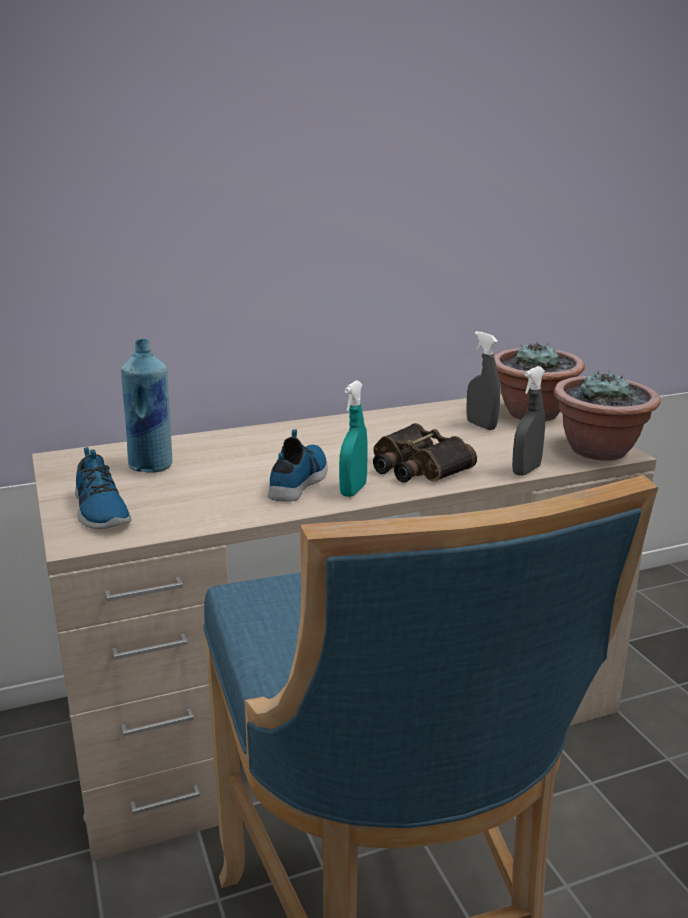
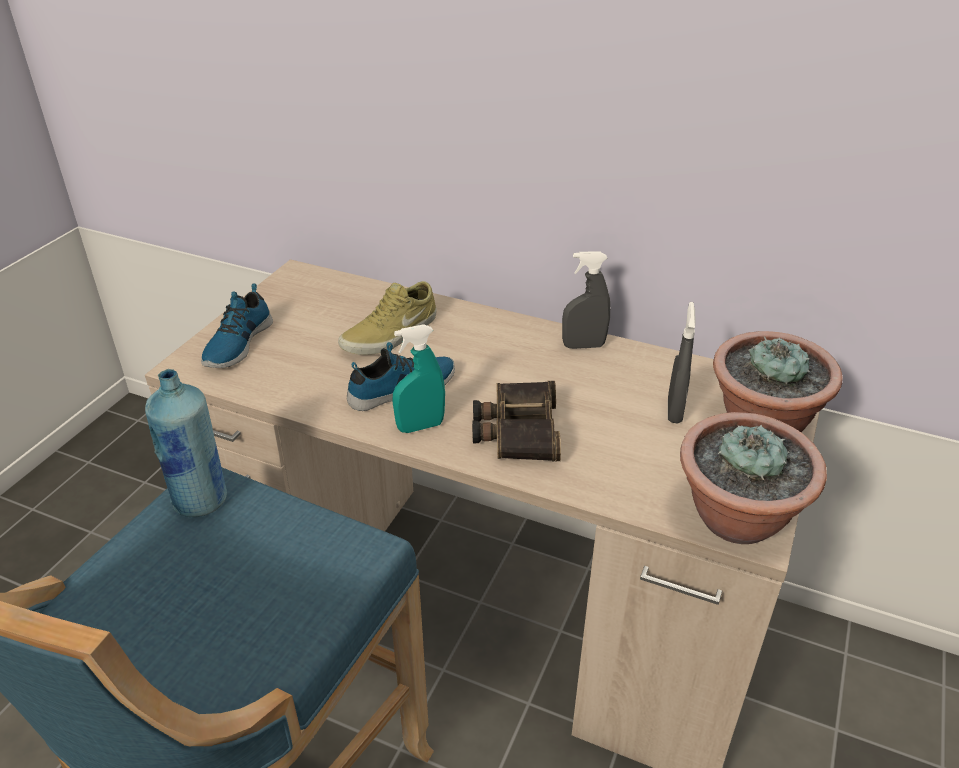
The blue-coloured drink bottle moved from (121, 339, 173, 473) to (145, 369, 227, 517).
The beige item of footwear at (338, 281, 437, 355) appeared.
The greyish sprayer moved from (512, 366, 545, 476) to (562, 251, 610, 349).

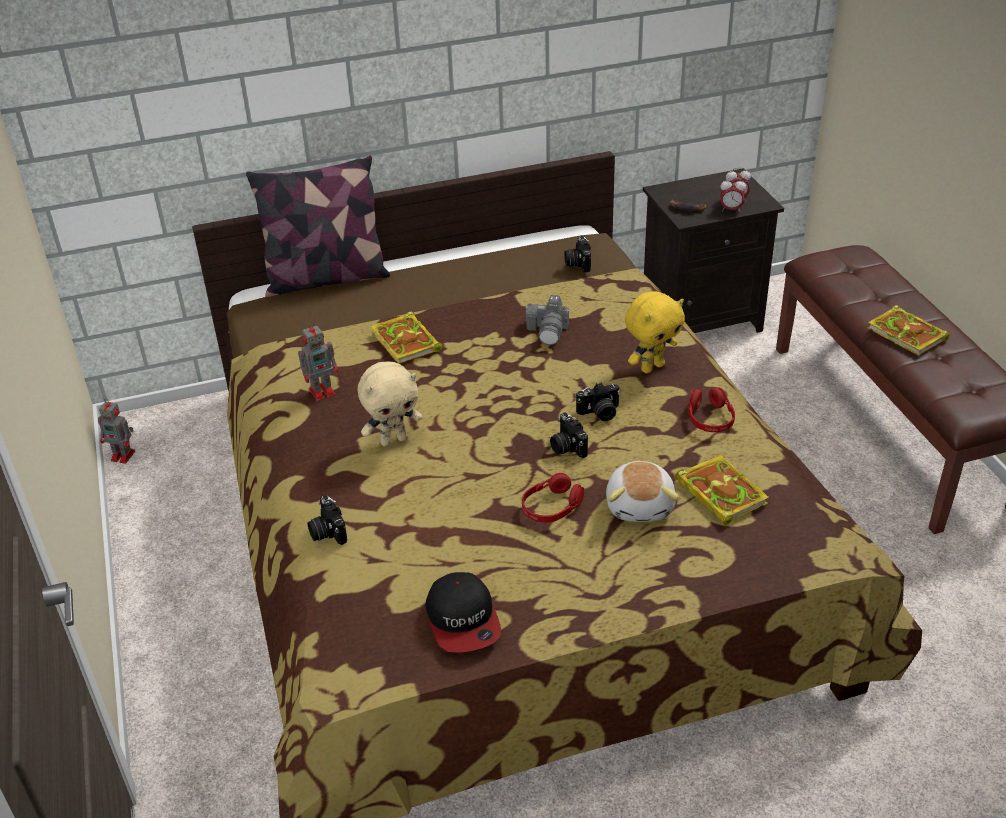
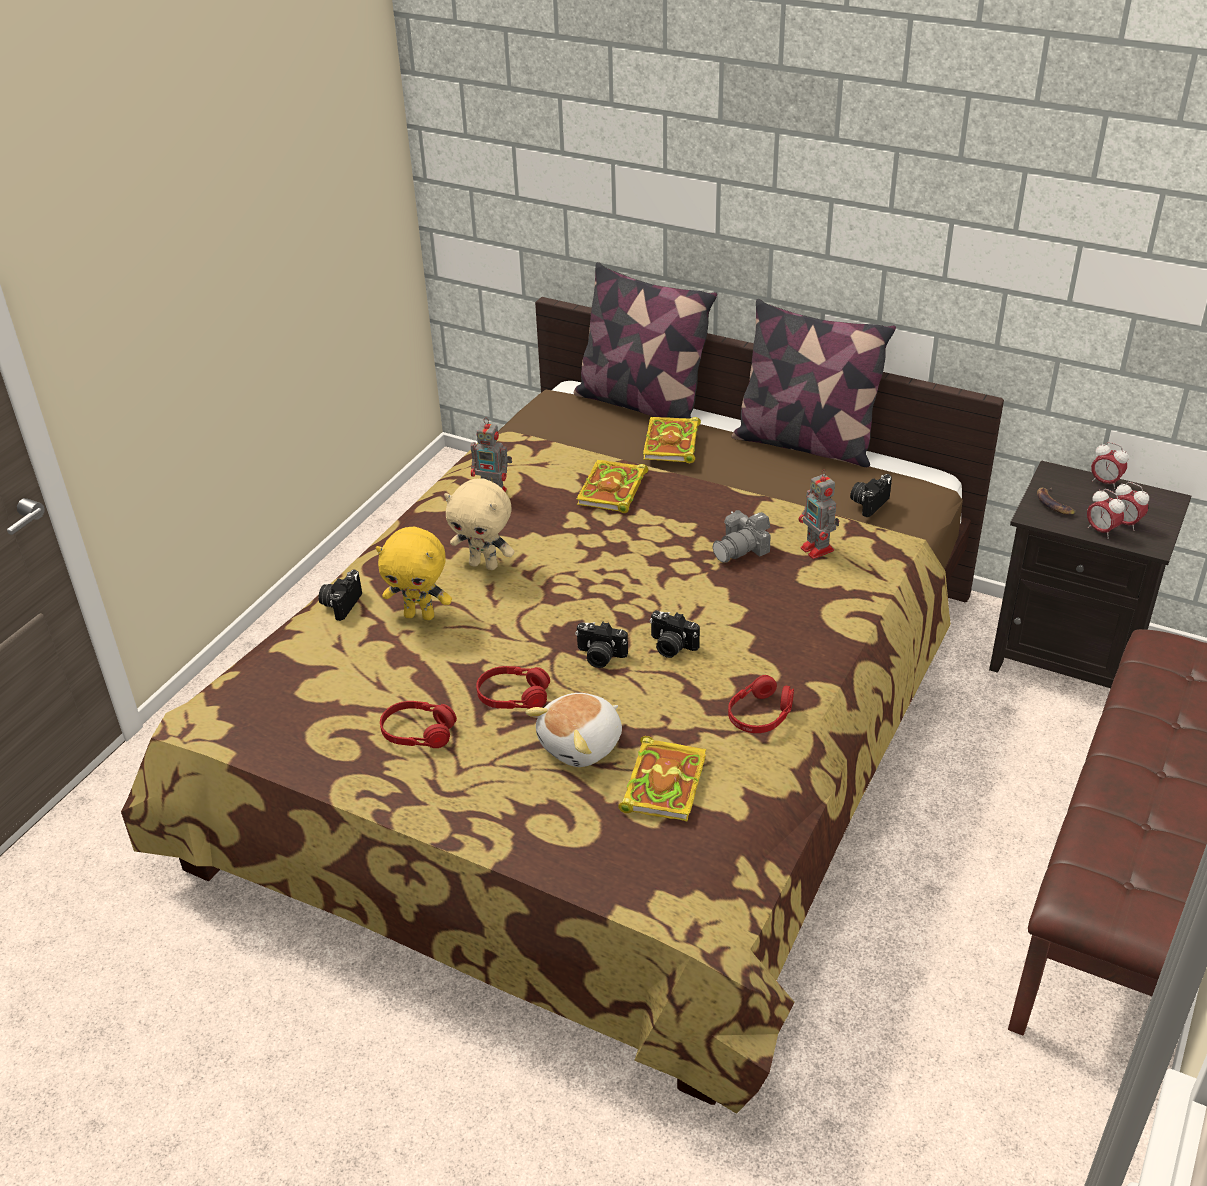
The yellow-coloured soft toy moved from (625, 291, 685, 373) to (376, 527, 452, 620).
The red-coloured pair of headphones at (380, 701, 457, 748) appeared.
The photo camera at (550, 413, 588, 458) turned 90 degrees counterclockwise.
The volume moved from (867, 305, 950, 356) to (643, 417, 701, 463).
The cushion at (732, 299, 896, 467) appeared.
The toy robot moved from (98, 398, 135, 464) to (798, 469, 839, 559).
The table clock at (1091, 442, 1129, 489) appeared.
The cap at (426, 572, 501, 653) disappeared.

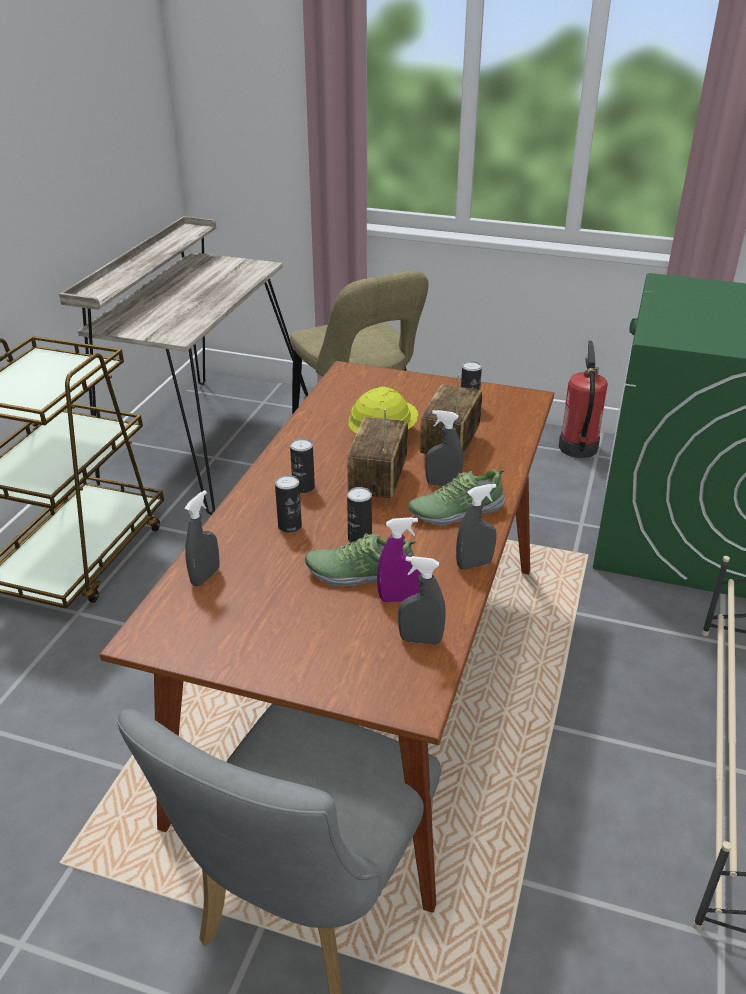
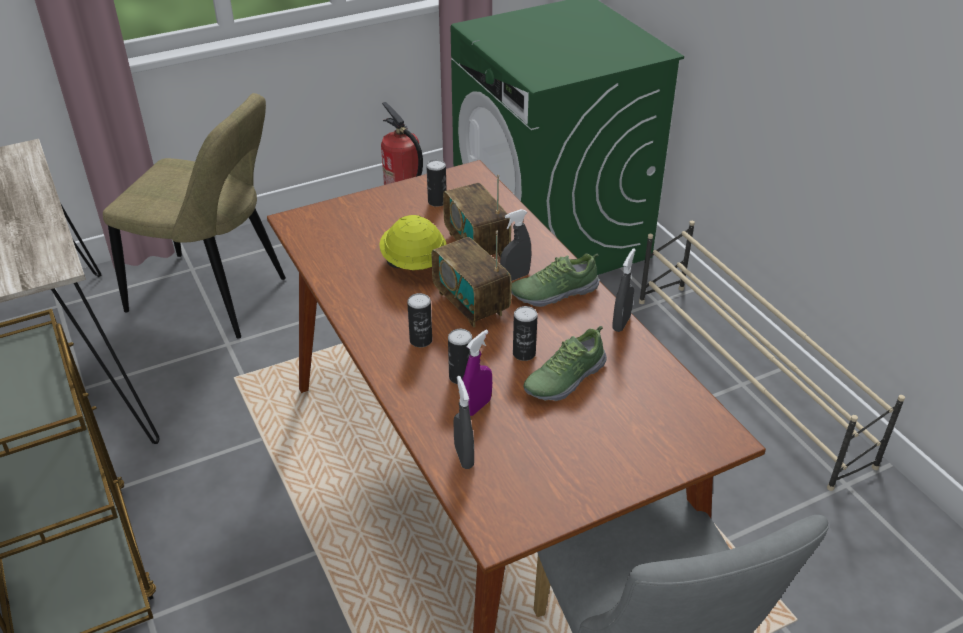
The purple-coloured sprayer moved from (377, 517, 422, 602) to (463, 329, 492, 416).
The item of footwear at (408, 469, 505, 526) turned 45 degrees clockwise.
The greyish sprayer at (398, 556, 445, 645) disappeared.

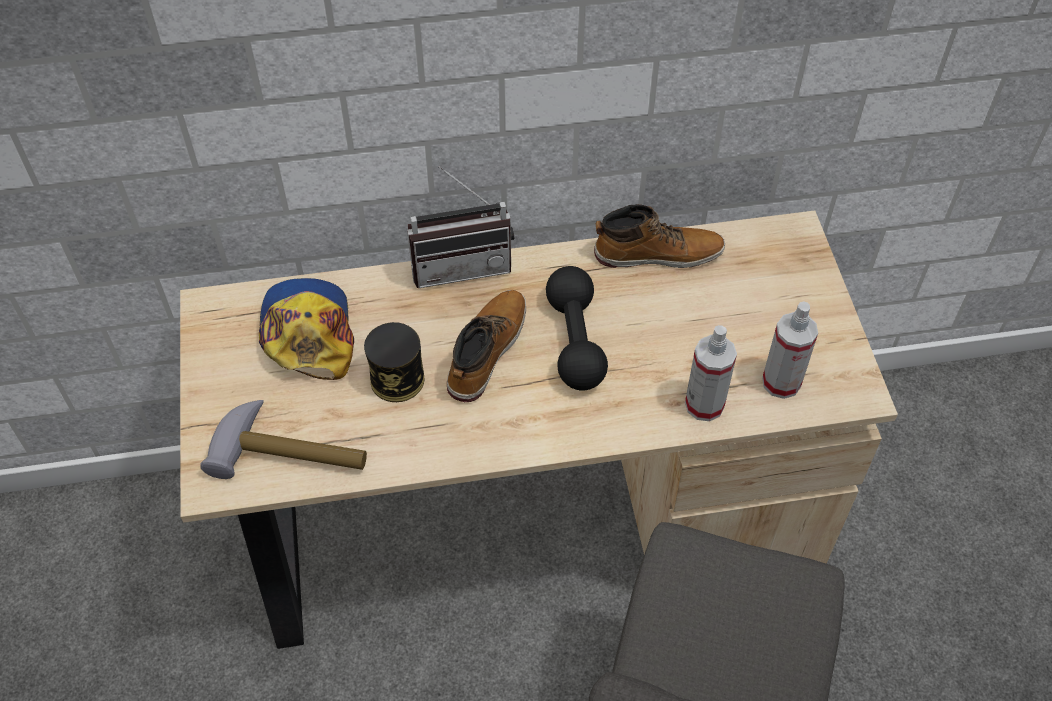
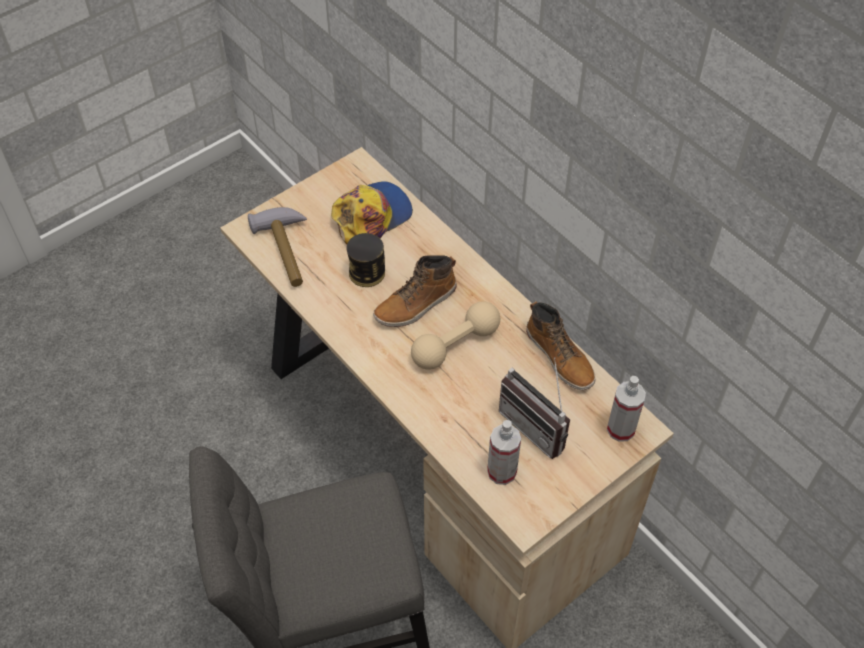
The high-top boot at (447, 290, 526, 402) turned 150 degrees clockwise.
The black-coloured dumbbell at (546, 266, 608, 390) became the beige dumbbell at (411, 301, 500, 370).
The radio receiver moved from (407, 166, 514, 288) to (499, 357, 570, 459).
The sprayer moved from (685, 325, 737, 421) to (607, 376, 646, 442).

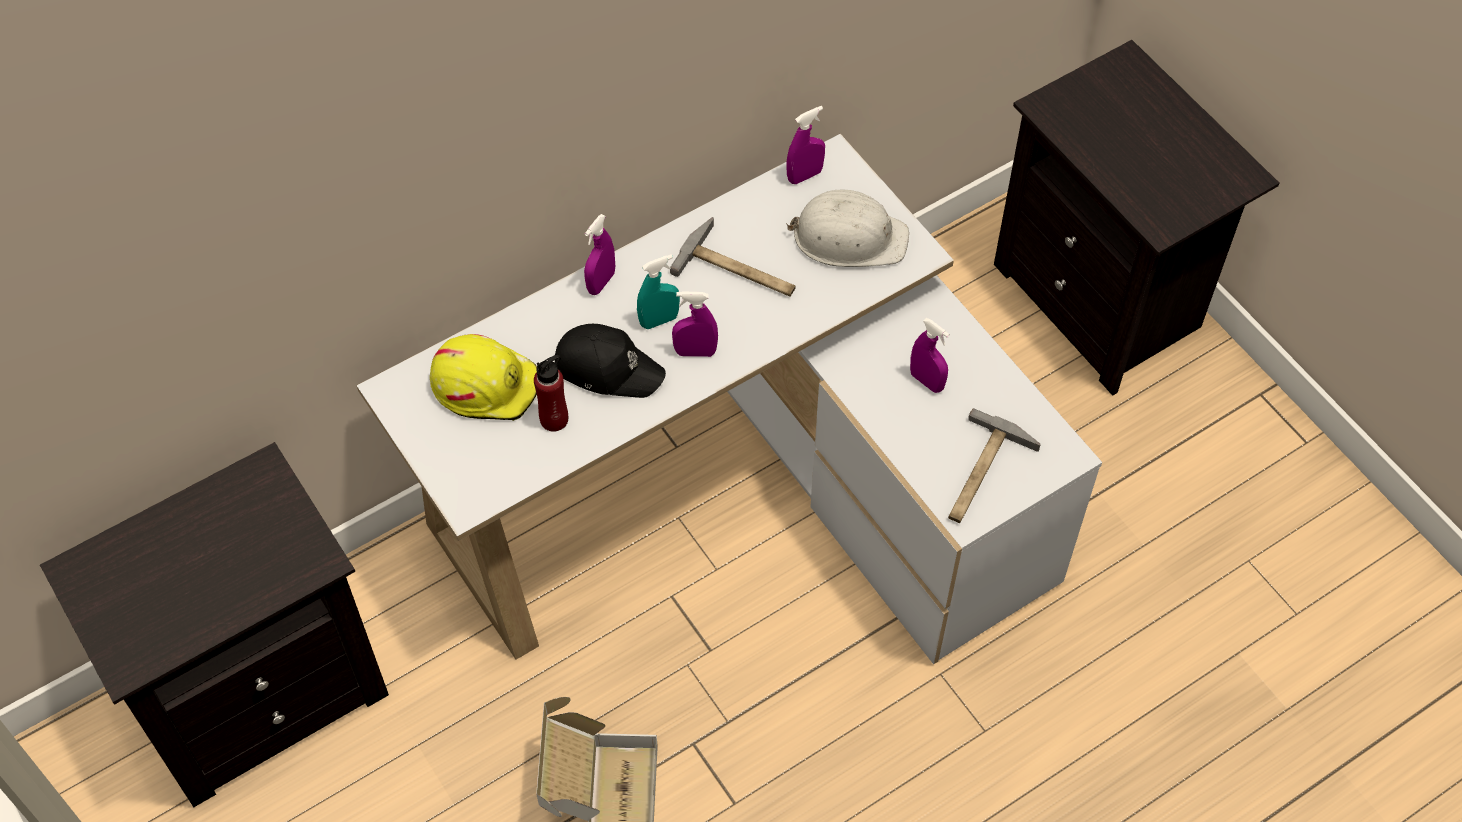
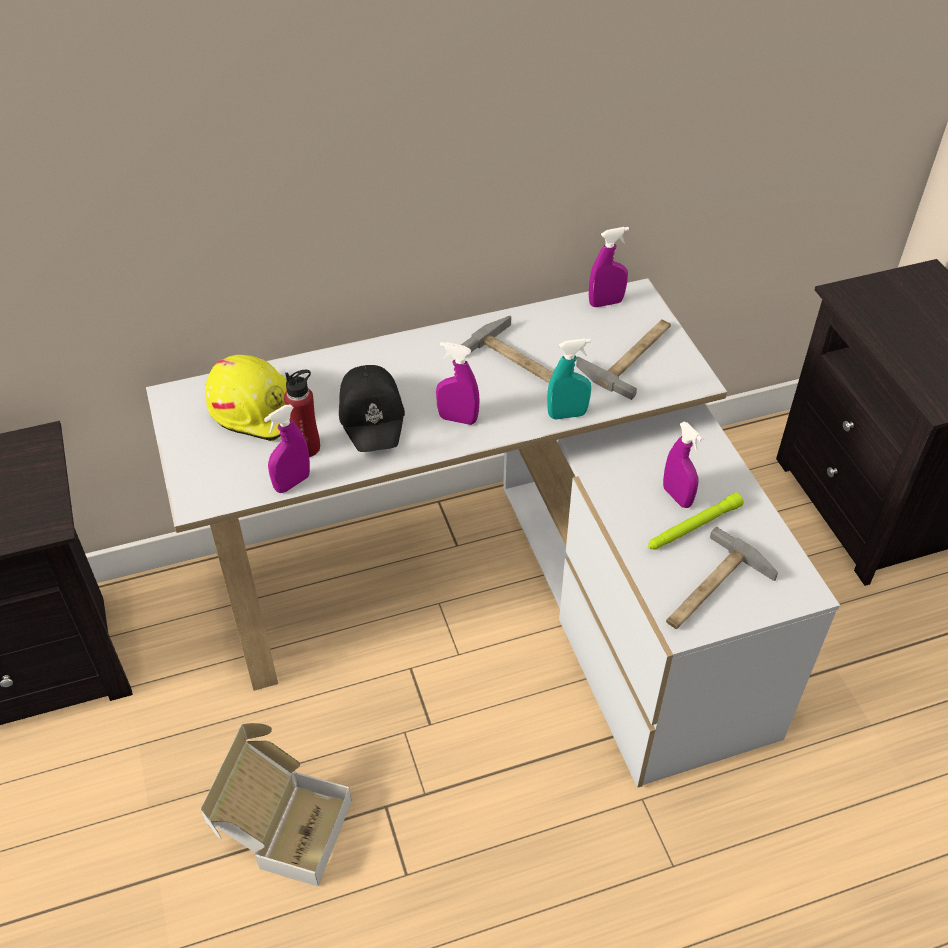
The purple-coloured sprayer moved from (584, 214, 615, 295) to (264, 405, 310, 493).
The black-coloured cap at (555, 324, 666, 398) turned 45 degrees clockwise.
The turquoise-coloured sprayer moved from (637, 254, 680, 329) to (547, 338, 591, 420).
The white-coloured work helmet at (786, 190, 909, 267) was replaced by the hammer at (576, 319, 671, 400).
The green-coloured torch at (648, 492, 744, 550) appeared.

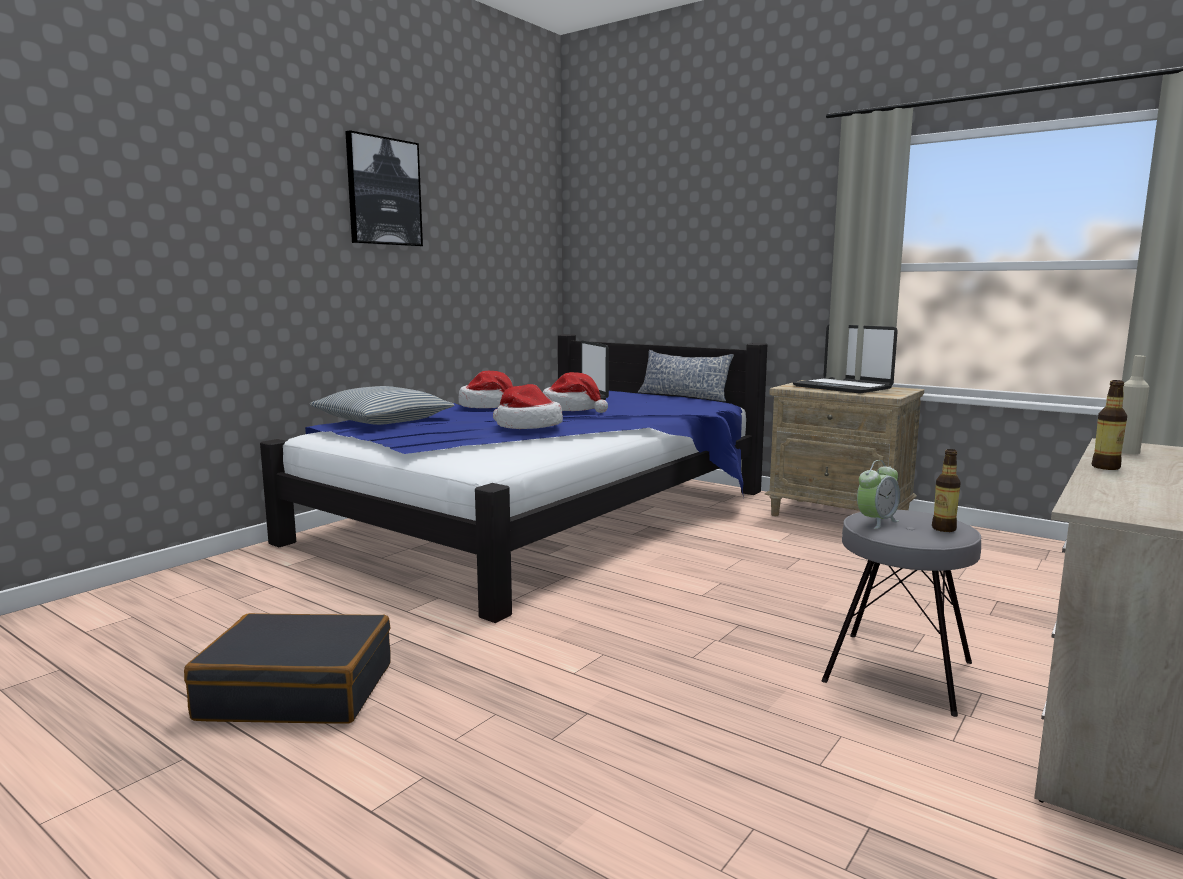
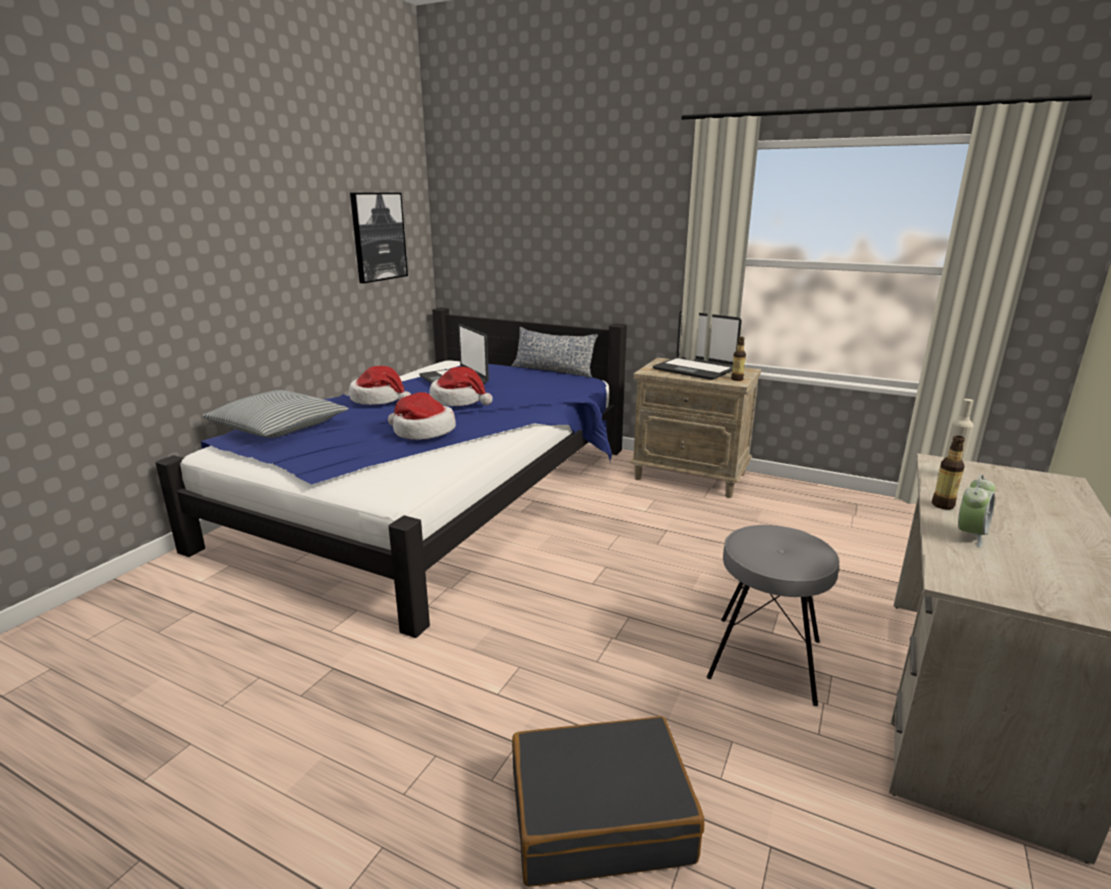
The wall picture moved from (345, 130, 423, 246) to (350, 193, 408, 283).
The black-coloured suitcase moved from (184, 613, 391, 724) to (512, 716, 705, 887).
The drink bottle moved from (932, 449, 961, 532) to (731, 337, 746, 381).
The table clock moved from (857, 460, 900, 529) to (958, 475, 995, 548).

